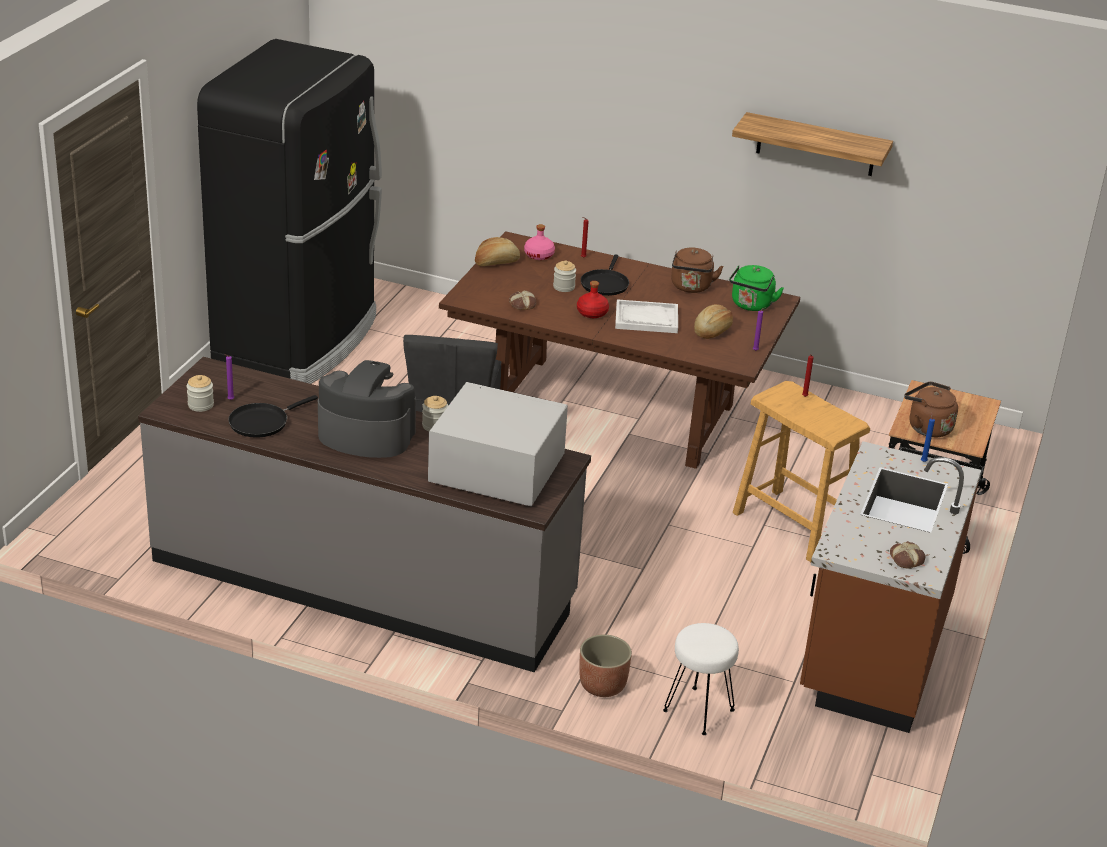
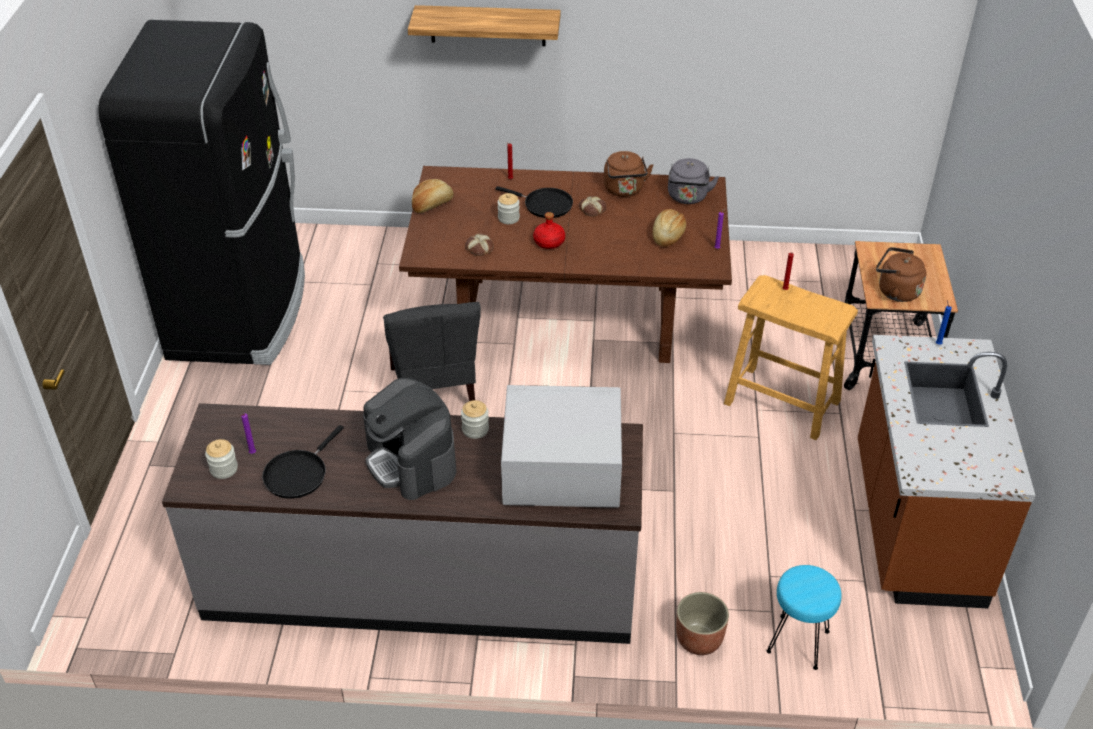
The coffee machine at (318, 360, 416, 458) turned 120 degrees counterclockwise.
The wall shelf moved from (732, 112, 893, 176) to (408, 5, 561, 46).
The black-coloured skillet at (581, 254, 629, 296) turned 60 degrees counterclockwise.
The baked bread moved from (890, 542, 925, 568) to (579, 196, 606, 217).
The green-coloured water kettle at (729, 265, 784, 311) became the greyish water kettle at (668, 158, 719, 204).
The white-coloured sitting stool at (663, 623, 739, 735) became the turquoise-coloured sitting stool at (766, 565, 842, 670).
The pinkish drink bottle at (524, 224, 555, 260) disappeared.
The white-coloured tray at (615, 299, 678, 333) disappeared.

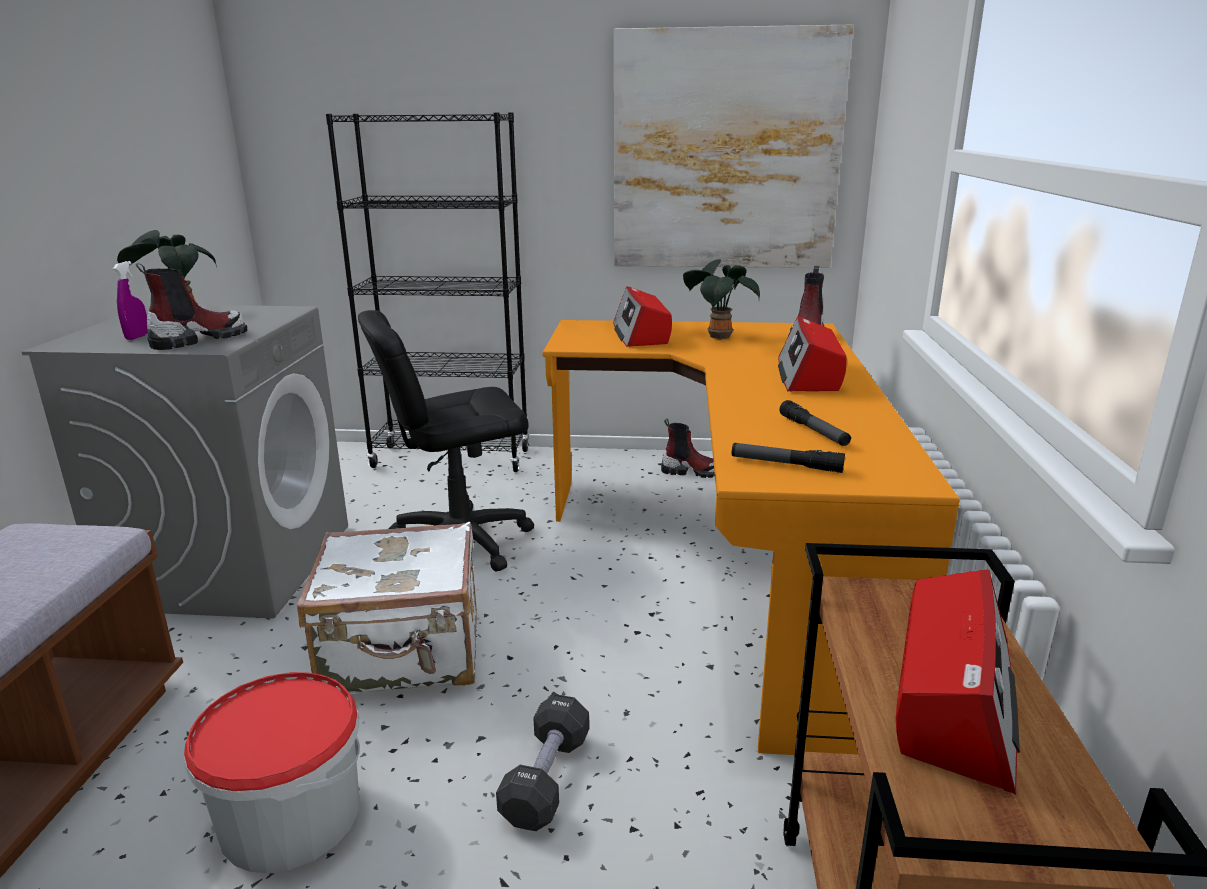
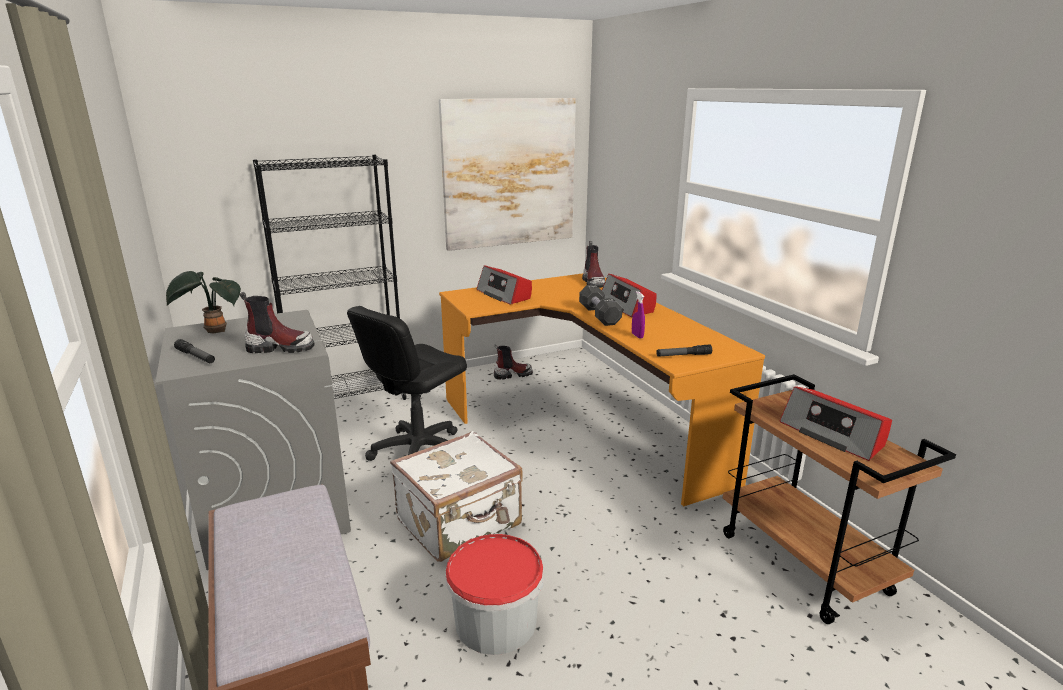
The torch moved from (779, 400, 851, 446) to (174, 339, 215, 363).
The high-top boot at (136, 263, 247, 350) turned 75 degrees clockwise.
The black-coloured dumbbell moved from (496, 694, 589, 831) to (579, 285, 622, 326).
The purple-coloured sprayer moved from (113, 261, 148, 340) to (632, 291, 645, 339).
The radio receiver at (896, 570, 1020, 795) turned 150 degrees clockwise.
The plant in a pot at (683, 259, 760, 340) disappeared.

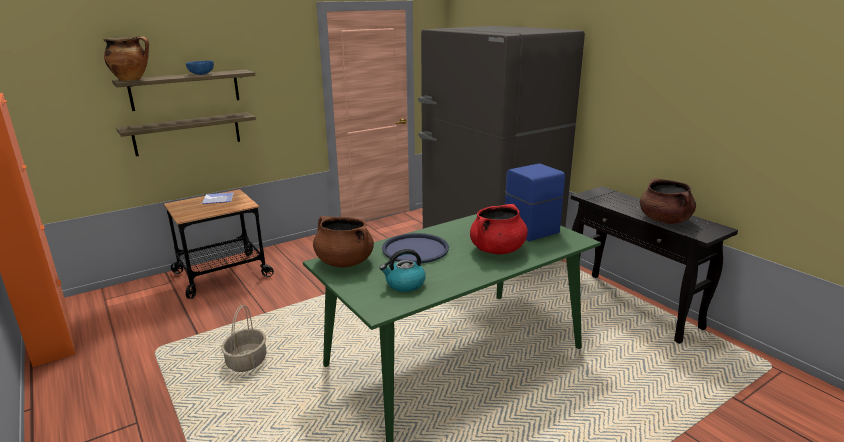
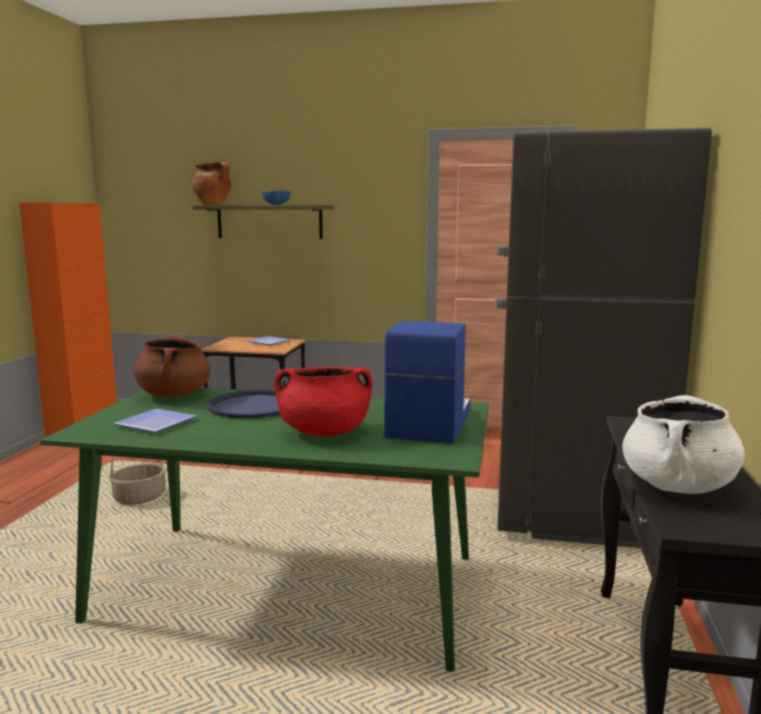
The water kettle at (380, 249, 426, 292) was replaced by the plate at (114, 408, 196, 432).
The brownish cooking pot at (640, 179, 696, 224) became the white-coloured cooking pot at (623, 395, 745, 494).
The wall shelf at (116, 112, 256, 156) disappeared.

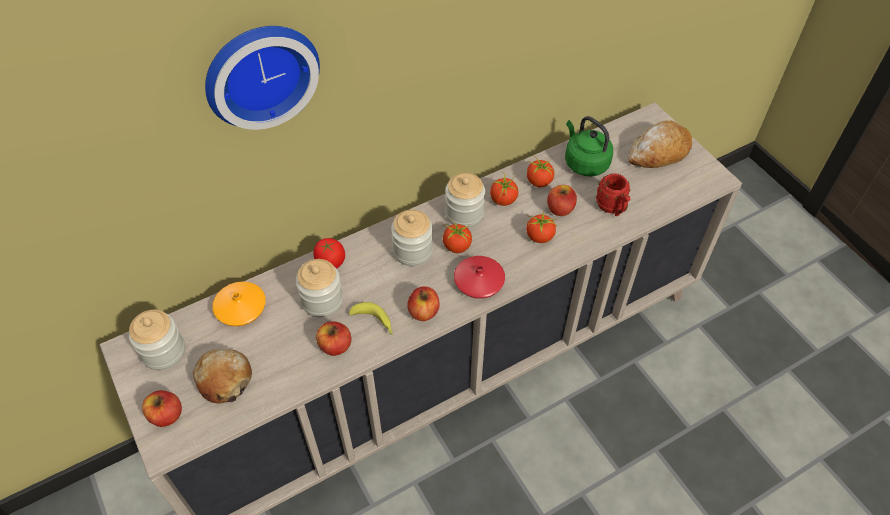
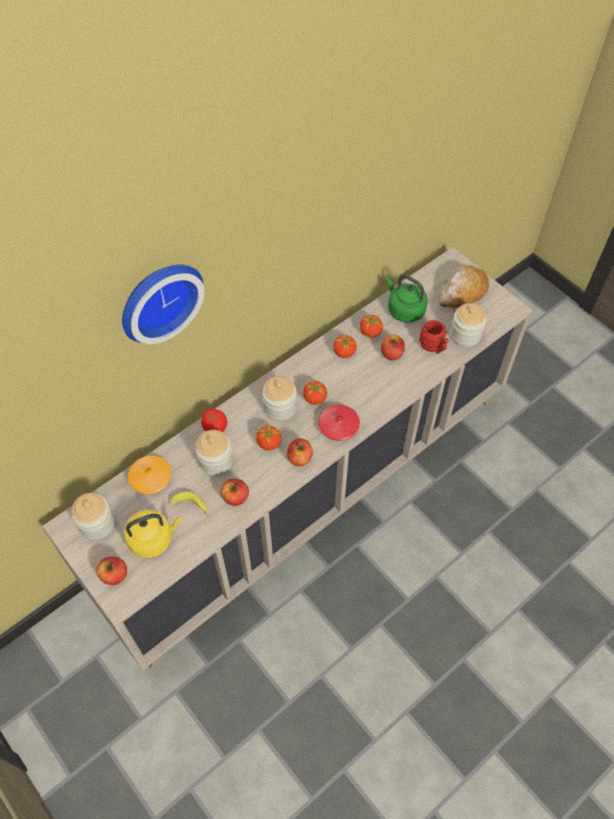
The baked bread at (193, 349, 252, 404) was replaced by the yellow-coloured water kettle at (124, 510, 182, 558).
The banana moved from (349, 302, 393, 334) to (170, 491, 210, 516).
The whole tomato moved from (526, 211, 556, 243) to (255, 425, 282, 450).
The preserve jar moved from (445, 173, 485, 228) to (450, 303, 486, 347).

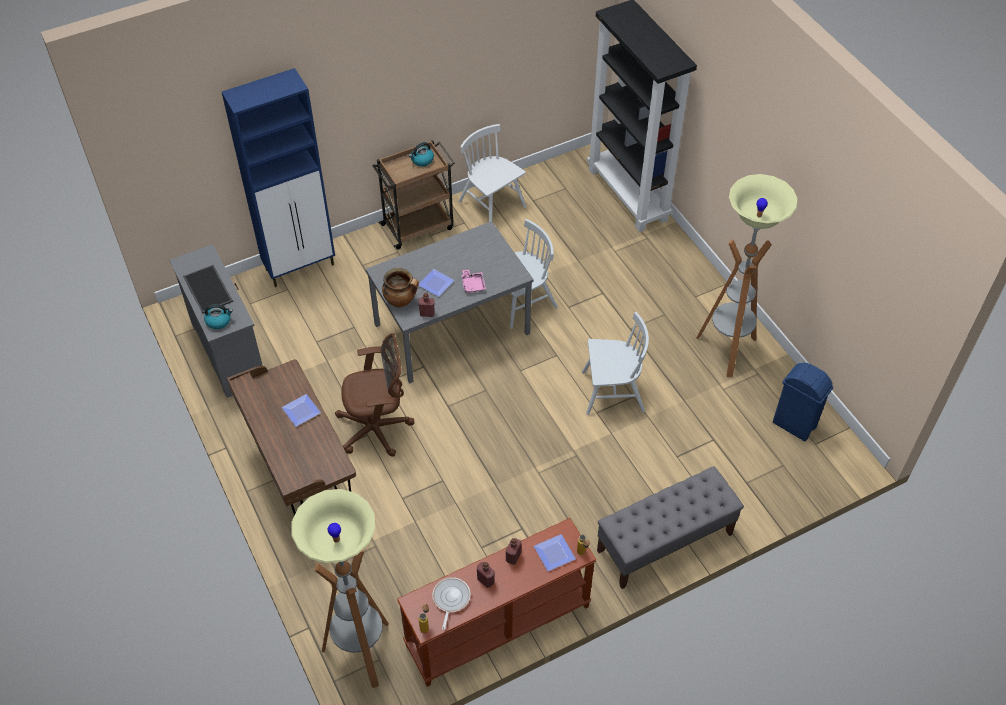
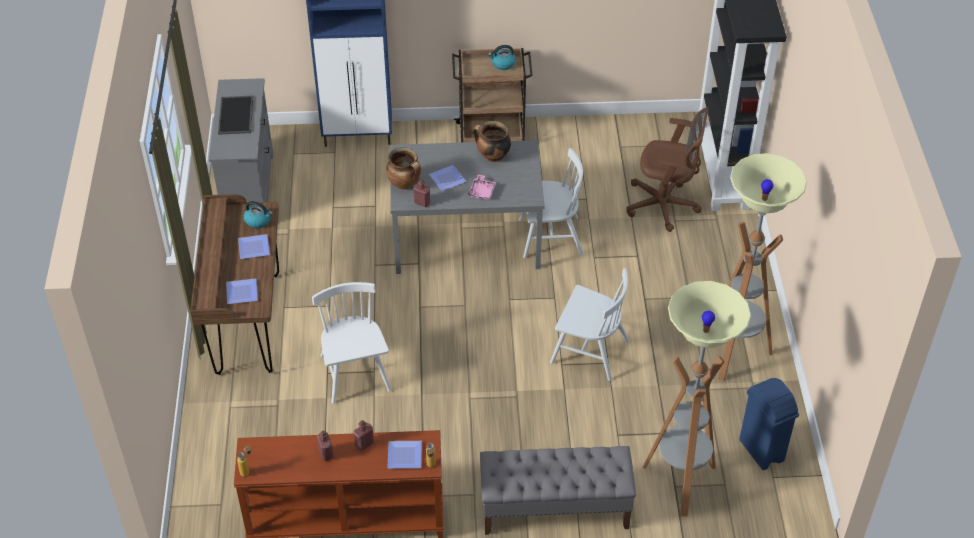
The plate at (226, 279, 258, 304) appeared.
The water kettle moved from (204, 304, 233, 329) to (244, 201, 273, 228).
The white-coloured upright chair moved from (458, 124, 526, 222) to (312, 282, 391, 404).
The cooking pot at (473, 121, 511, 162) appeared.
The brownish desk chair moved from (335, 333, 414, 457) to (627, 107, 709, 232).
The standard lamp moved from (292, 489, 389, 688) to (642, 281, 751, 517).
The skillet at (433, 577, 471, 630) disappeared.

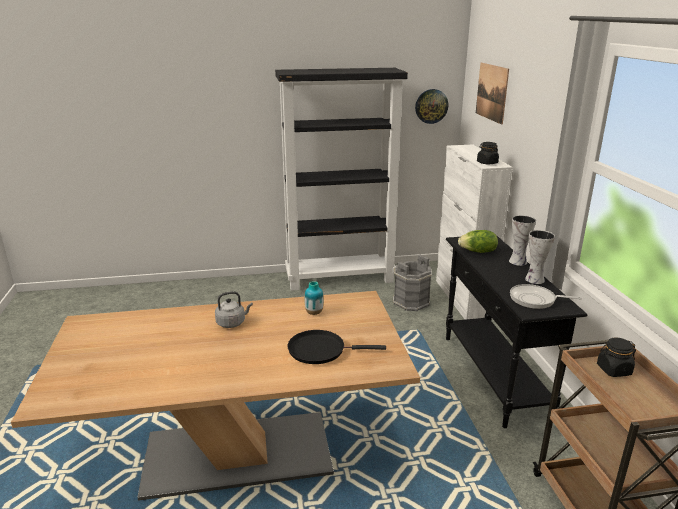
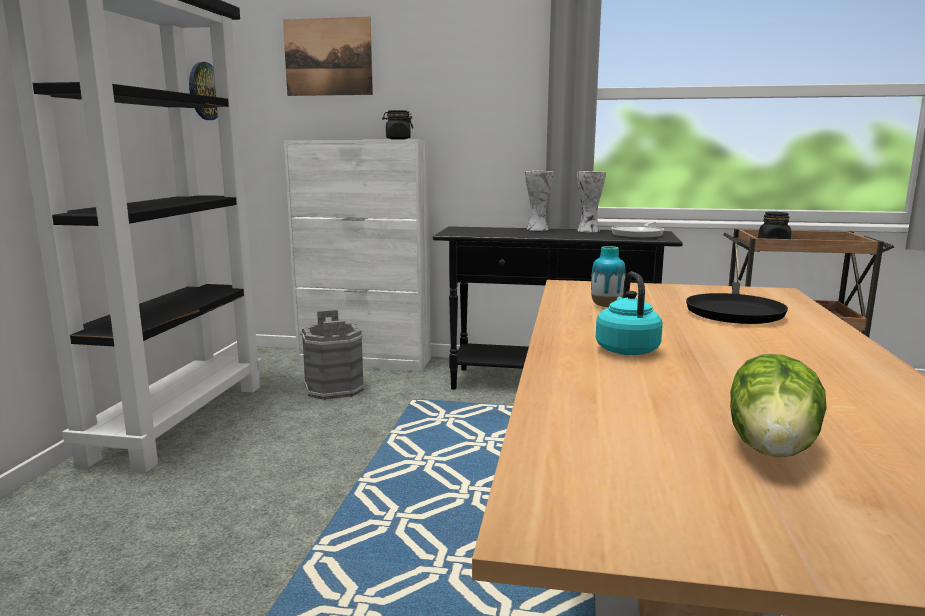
The greyish water kettle at (215, 291, 253, 328) became the turquoise-coloured water kettle at (596, 272, 663, 355).
The lettuce moved from (458, 230, 498, 253) to (730, 354, 826, 458).

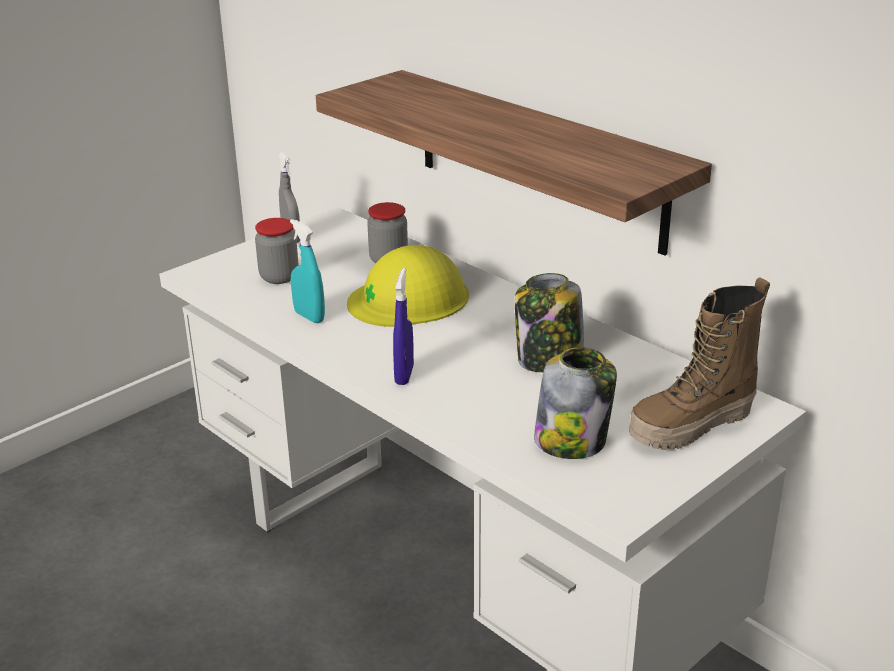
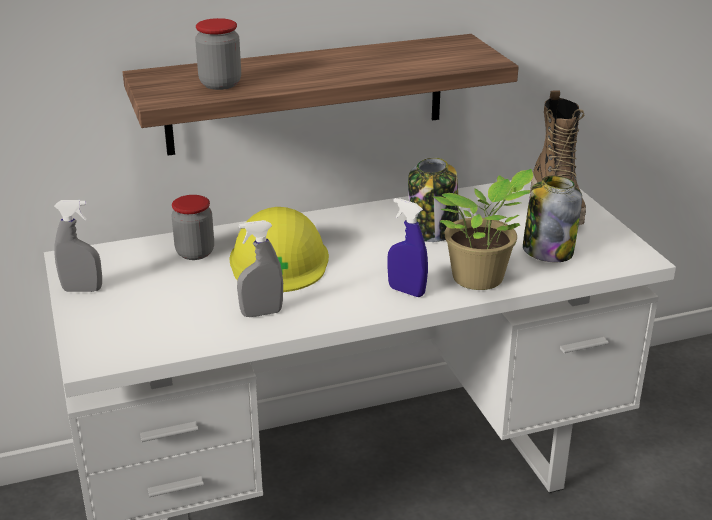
The preserve jar moved from (255, 218, 299, 284) to (195, 18, 241, 90).
The turquoise-coloured sprayer at (290, 219, 325, 323) became the greyish sprayer at (237, 220, 283, 317).
The plant in a pot at (432, 169, 533, 290) appeared.

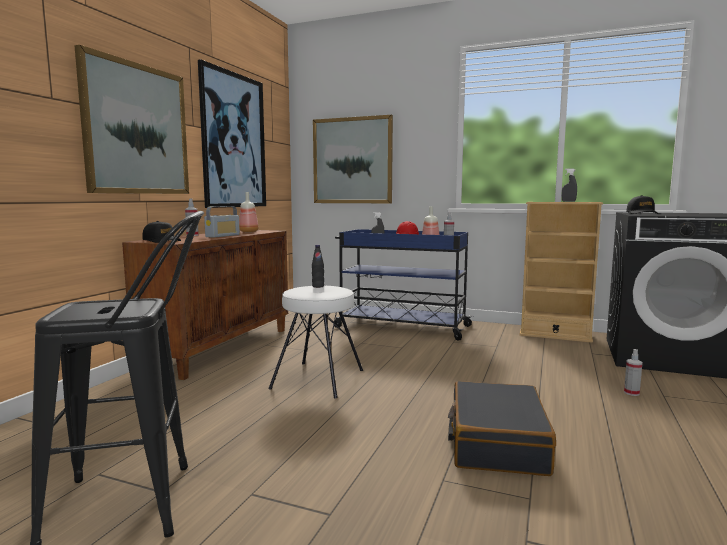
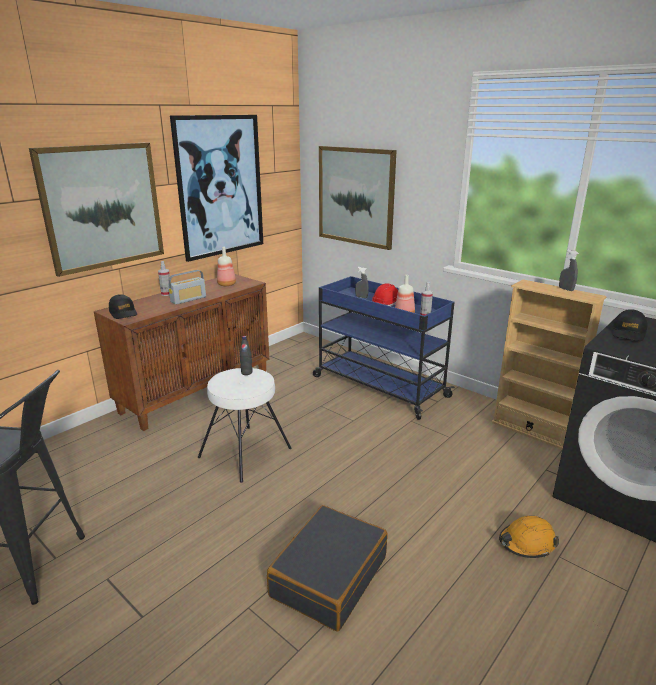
The sprayer at (624, 349, 643, 396) was replaced by the orange-coloured work helmet at (499, 516, 559, 558).

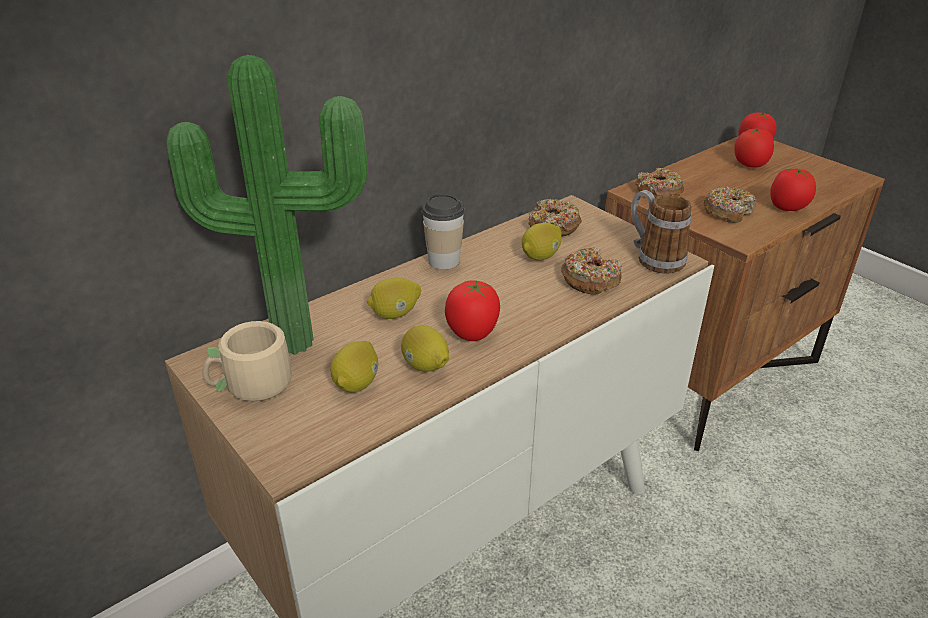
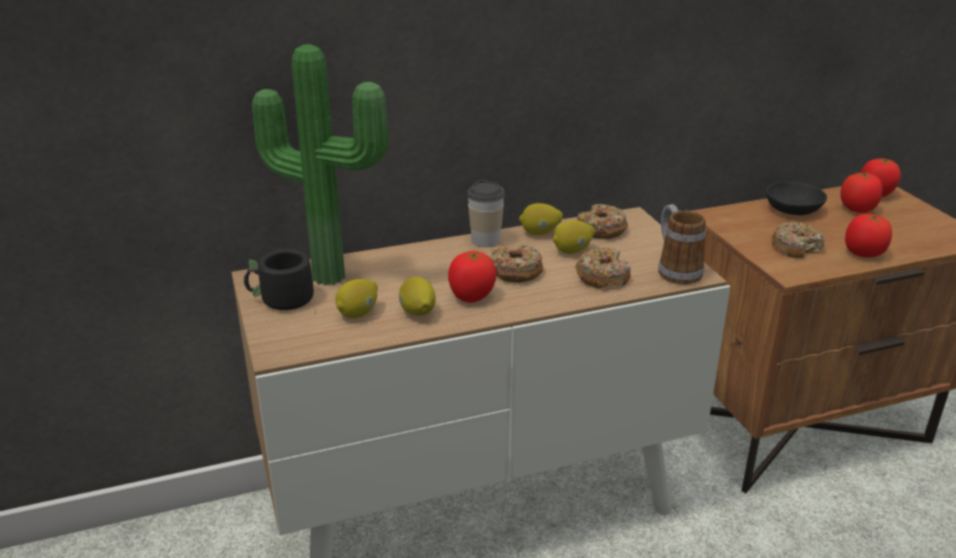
The beige coffee mug at (202, 321, 306, 401) became the black-coloured coffee mug at (244, 249, 316, 310).
The ring doughnut moved from (636, 168, 684, 198) to (490, 244, 543, 282).
The lemon moved from (367, 278, 421, 319) to (519, 203, 563, 235).
The black-coloured bowl at (766, 181, 827, 215) appeared.

